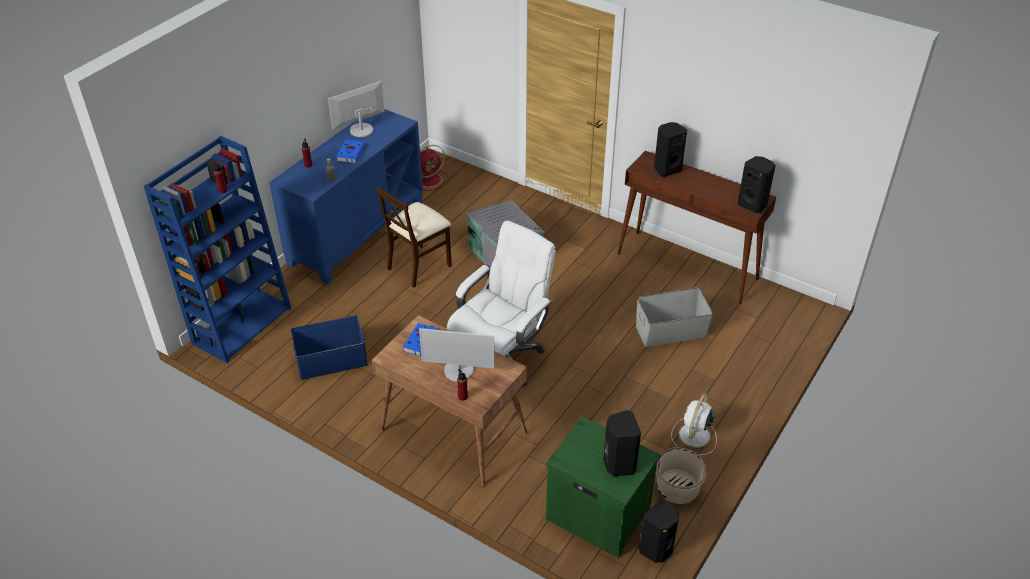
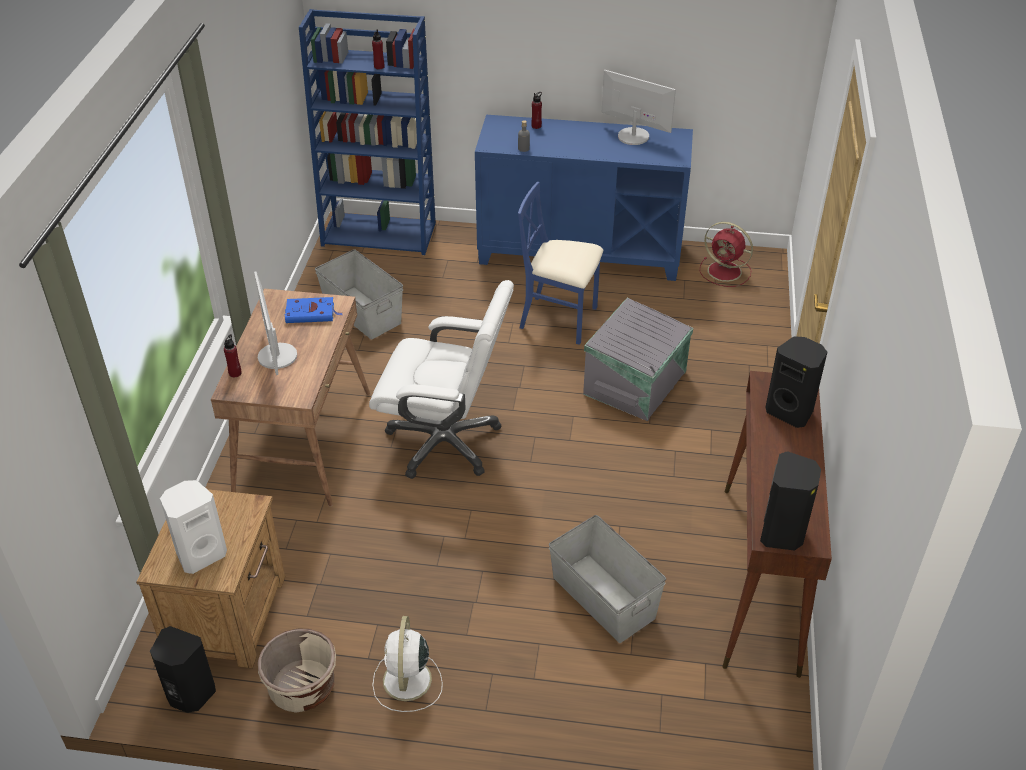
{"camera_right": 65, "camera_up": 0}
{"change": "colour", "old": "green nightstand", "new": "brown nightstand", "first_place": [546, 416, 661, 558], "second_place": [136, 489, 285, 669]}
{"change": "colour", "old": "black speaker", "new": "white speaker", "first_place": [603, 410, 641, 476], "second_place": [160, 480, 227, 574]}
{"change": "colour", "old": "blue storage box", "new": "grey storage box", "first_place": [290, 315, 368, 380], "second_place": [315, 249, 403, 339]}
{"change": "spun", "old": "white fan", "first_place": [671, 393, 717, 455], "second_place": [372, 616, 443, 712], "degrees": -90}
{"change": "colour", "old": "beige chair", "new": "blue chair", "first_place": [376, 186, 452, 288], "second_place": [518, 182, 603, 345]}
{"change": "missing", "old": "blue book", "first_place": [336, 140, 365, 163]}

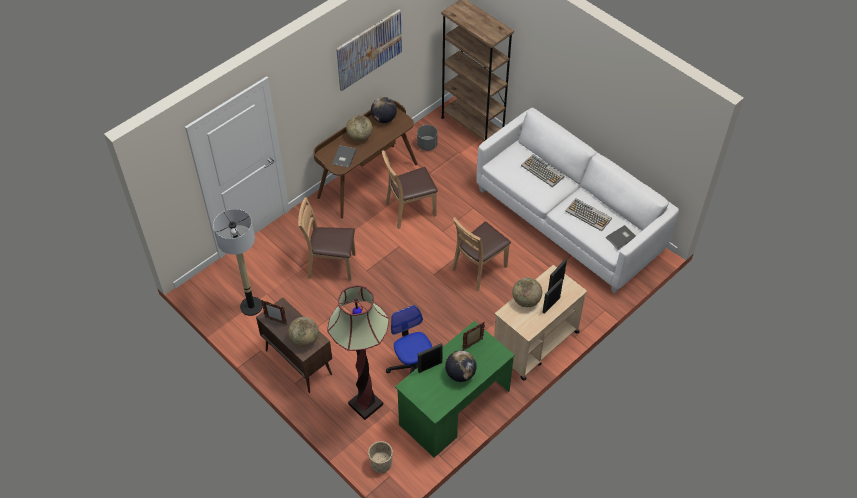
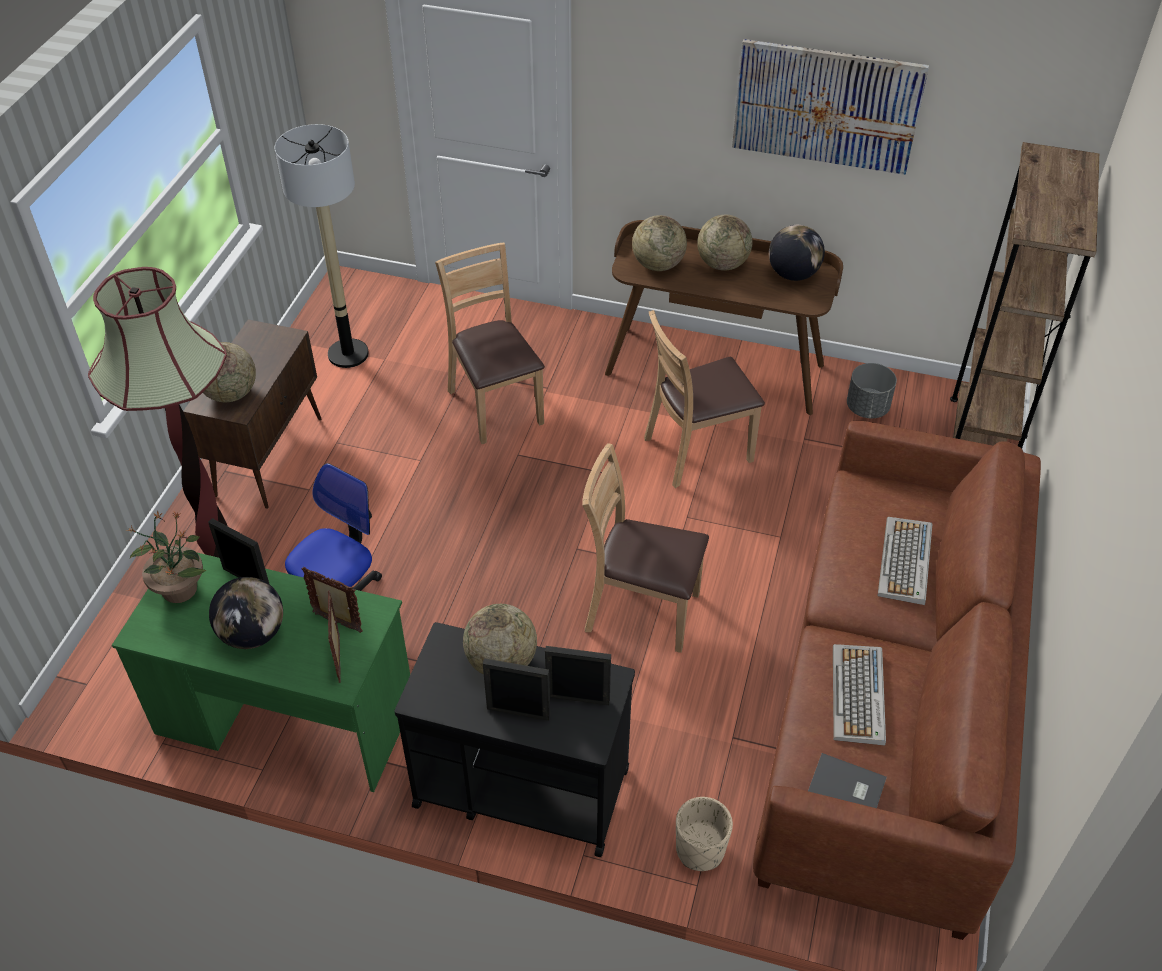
{"camera_right": 60, "camera_up": -5}
{"change": "appeared", "new": "potted plant", "second_place": [126, 511, 207, 603]}
{"change": "relocated", "old": "picture frame", "first_place": [261, 300, 287, 325], "second_place": [328, 590, 341, 683]}
{"change": "colour", "old": "beige cart", "new": "black cart", "first_place": [494, 265, 587, 381], "second_place": [394, 622, 635, 857]}
{"change": "exchanged", "old": "grey book", "new": "globe", "first_place": [332, 145, 356, 167], "second_place": [632, 215, 687, 271]}
{"change": "spun", "old": "brown chair", "first_place": [382, 150, 438, 229], "second_place": [644, 310, 765, 488], "degrees": -60}
{"change": "relocated", "old": "beige planter", "first_place": [368, 441, 393, 473], "second_place": [676, 797, 733, 871]}
{"change": "colour", "old": "white sofa", "new": "brown sofa", "first_place": [476, 108, 679, 294], "second_place": [753, 421, 1041, 940]}

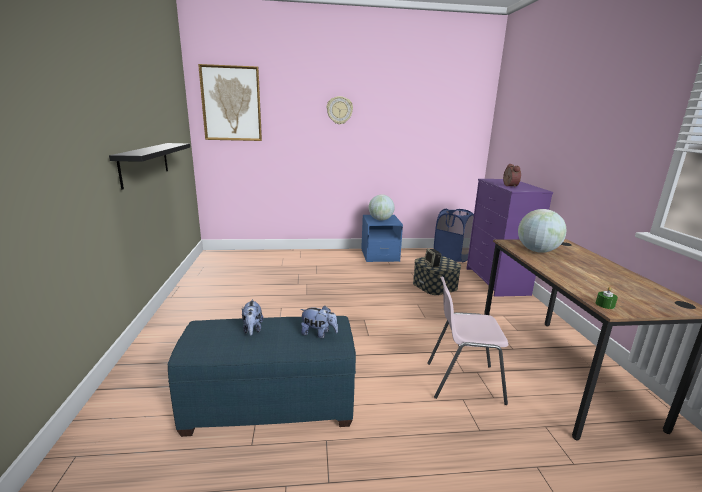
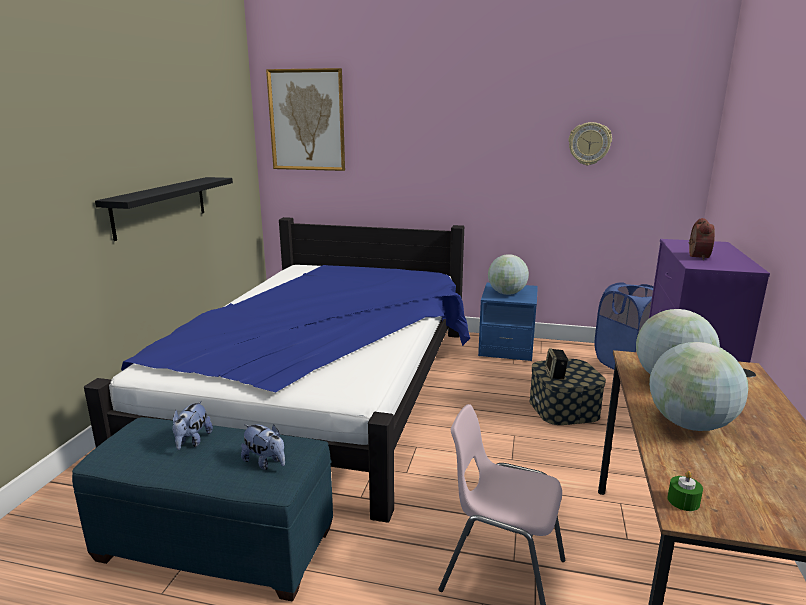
{"camera_right": 20, "camera_up": 0}
{"change": "appeared", "new": "bed", "second_place": [84, 217, 470, 523]}
{"change": "relocated", "old": "wall clock", "first_place": [327, 96, 353, 125], "second_place": [568, 122, 612, 165]}
{"change": "appeared", "new": "globe", "second_place": [649, 342, 748, 431]}

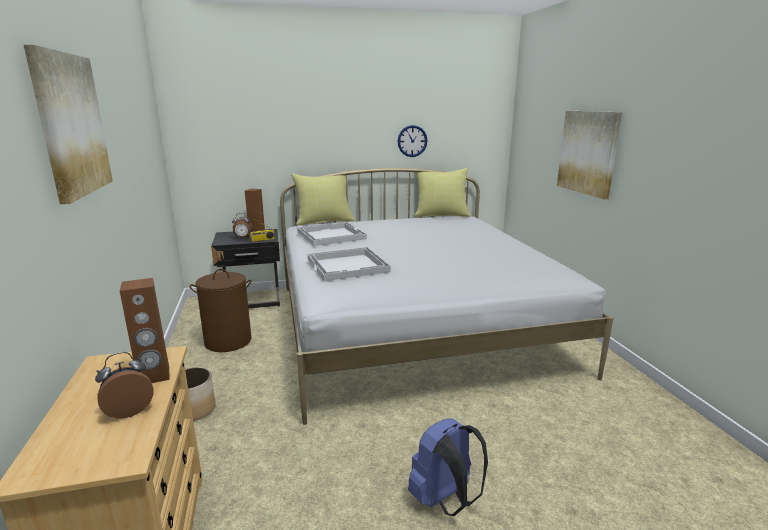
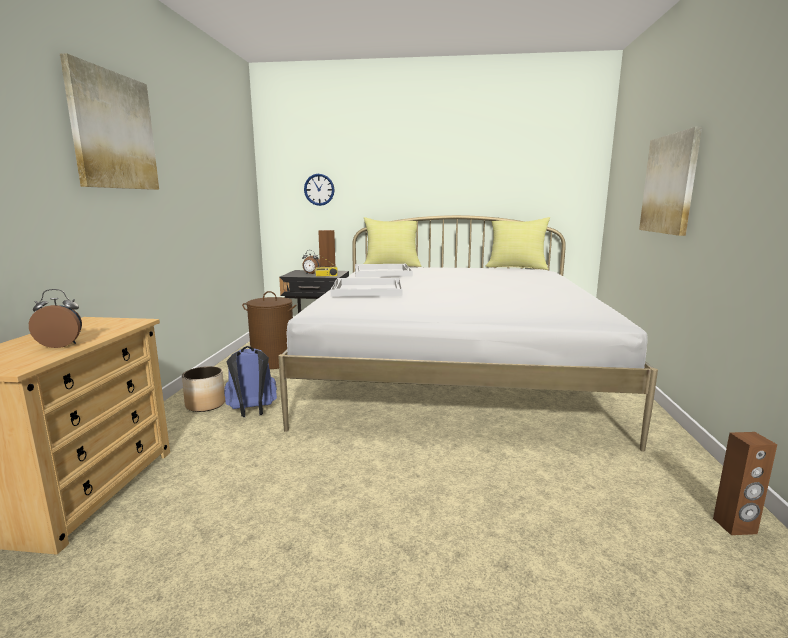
{"camera_right": 20, "camera_up": -5}
{"change": "relocated", "old": "blue backpack", "first_place": [408, 418, 488, 516], "second_place": [224, 346, 277, 417]}
{"change": "relocated", "old": "wall clock", "first_place": [397, 125, 427, 157], "second_place": [304, 174, 335, 206]}
{"change": "relocated", "old": "brown speaker", "first_place": [120, 278, 169, 383], "second_place": [713, 432, 777, 535]}

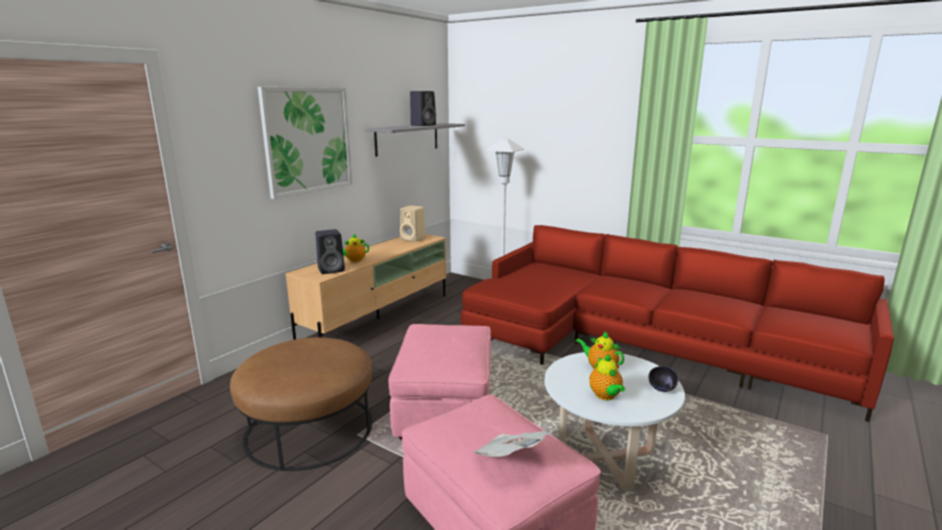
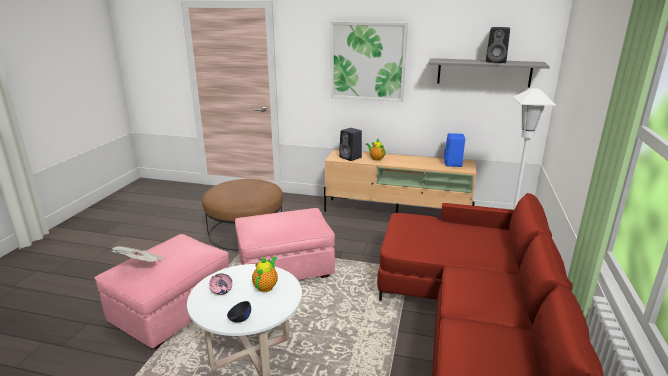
{"camera_right": 70, "camera_up": 5}
{"change": "exchanged", "old": "teapot", "new": "pink bowl", "first_place": [589, 354, 625, 400], "second_place": [209, 274, 233, 295]}
{"change": "colour", "old": "beige speaker", "new": "blue speaker", "first_place": [400, 205, 426, 242], "second_place": [444, 133, 465, 167]}

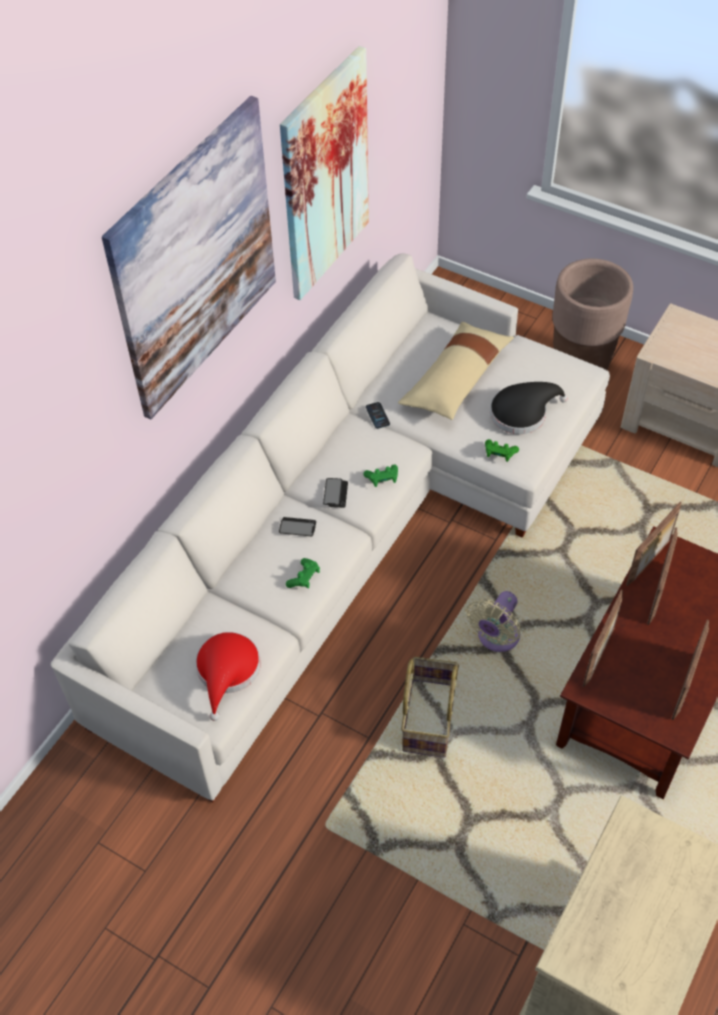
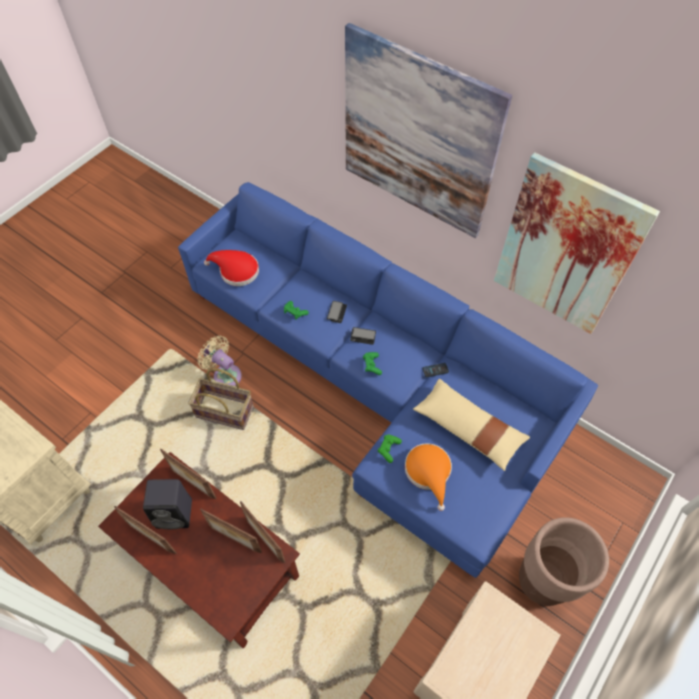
{"camera_right": 95, "camera_up": 5}
{"change": "appeared", "new": "black speaker", "second_place": [143, 479, 192, 529]}
{"change": "colour", "old": "white sofa", "new": "blue sofa", "first_place": [51, 253, 610, 803], "second_place": [178, 182, 598, 578]}
{"change": "relocated", "old": "beige fan", "first_place": [466, 591, 521, 652], "second_place": [197, 336, 242, 386]}
{"change": "colour", "old": "black hat", "new": "orange hat", "first_place": [490, 382, 568, 434], "second_place": [405, 443, 452, 511]}

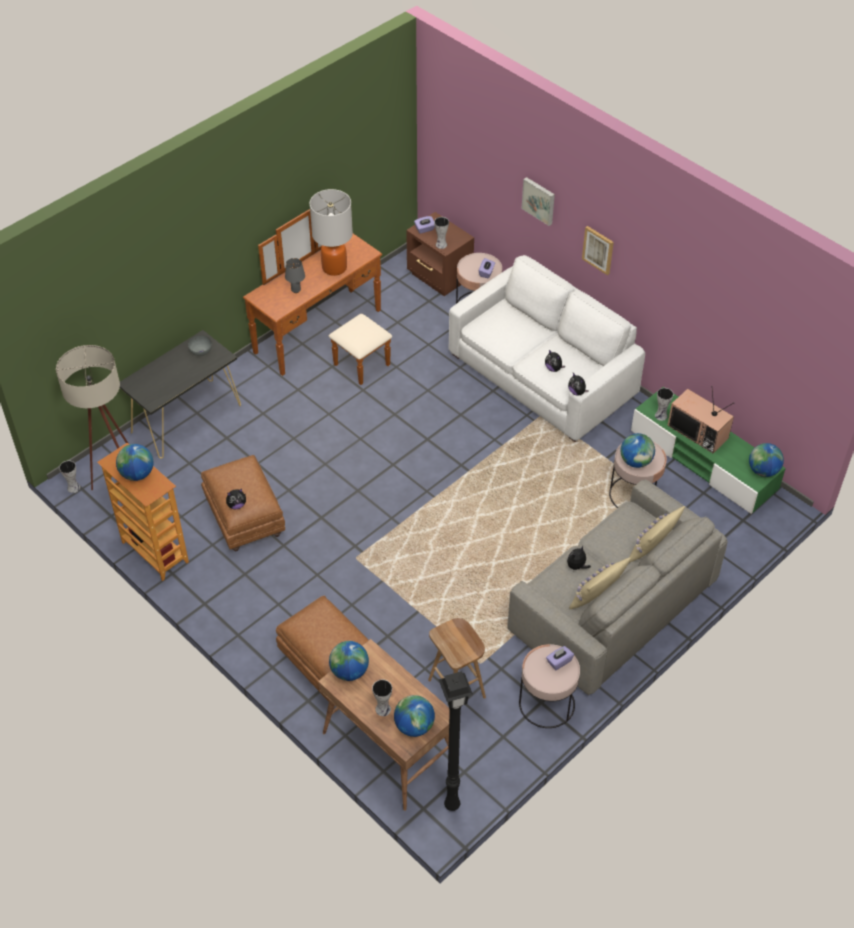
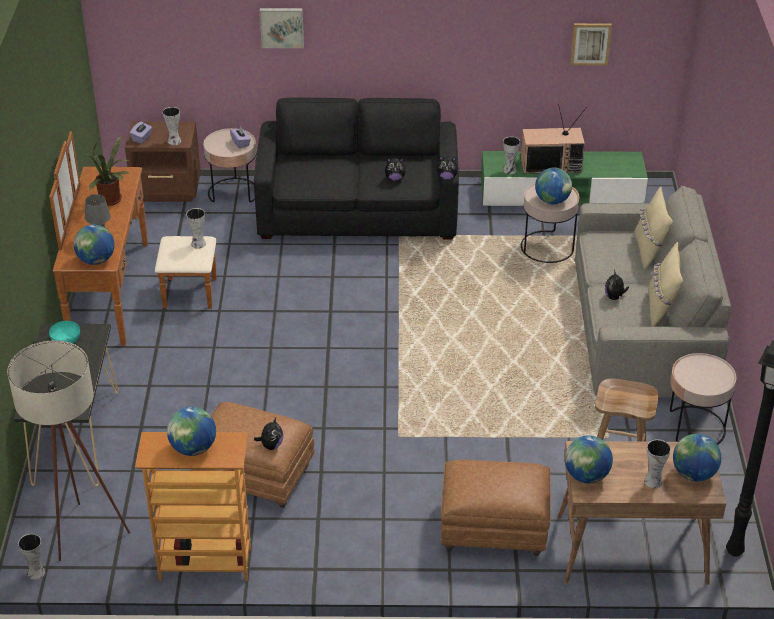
{"camera_right": -45, "camera_up": -10}
{"change": "colour", "old": "grey bowl", "new": "turquoise bowl", "first_place": [188, 336, 212, 356], "second_place": [49, 321, 80, 344]}
{"change": "relocated", "old": "globe", "first_place": [749, 443, 784, 477], "second_place": [74, 224, 114, 265]}
{"change": "exchanged", "old": "table lamp", "new": "potted plant", "first_place": [310, 189, 353, 276], "second_place": [86, 136, 130, 206]}
{"change": "appeared", "new": "vase", "second_place": [186, 208, 206, 249]}
{"change": "colour", "old": "white sofa", "new": "black sofa", "first_place": [449, 255, 645, 442], "second_place": [254, 97, 459, 239]}
{"change": "relocated", "old": "picture", "first_place": [582, 226, 614, 275], "second_place": [570, 23, 612, 66]}
{"change": "missing", "old": "purple tissue box", "first_place": [546, 646, 574, 670]}

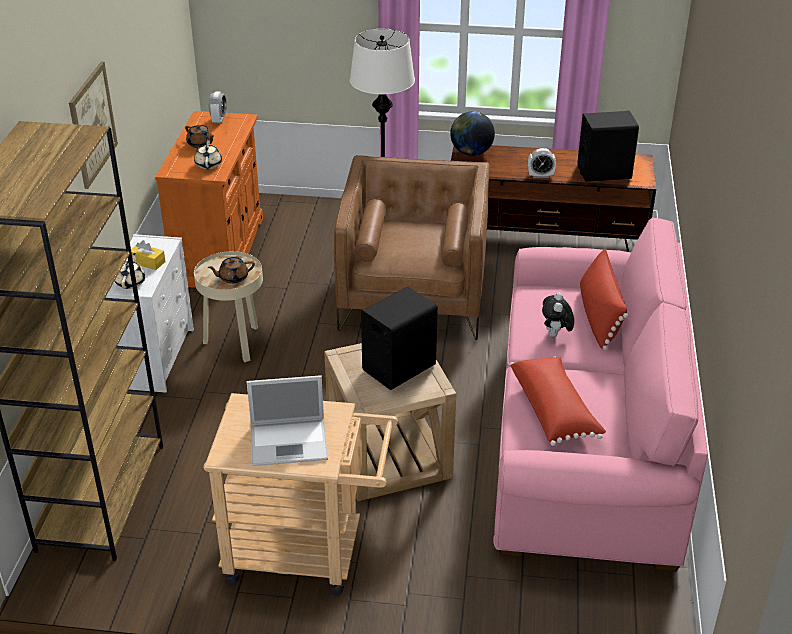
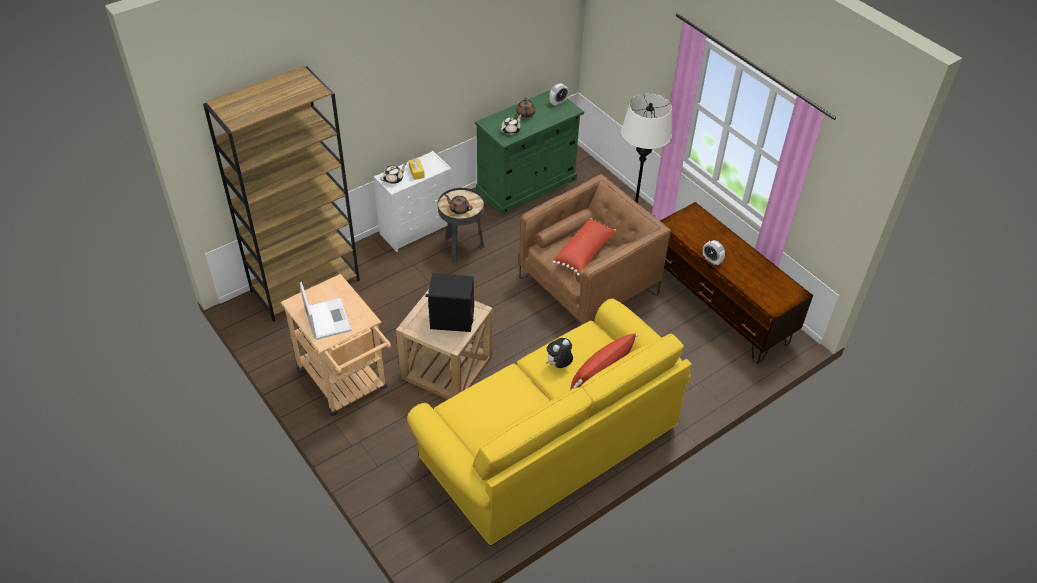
{"camera_right": 45, "camera_up": 10}
{"change": "spun", "old": "laptop", "first_place": [247, 375, 328, 466], "second_place": [300, 282, 352, 340], "degrees": -150}
{"change": "colour", "old": "pink sofa", "new": "yellow sofa", "first_place": [493, 217, 708, 572], "second_place": [407, 298, 691, 546]}
{"change": "colour", "old": "beige side table", "new": "black side table", "first_place": [194, 251, 263, 362], "second_place": [438, 188, 484, 264]}
{"change": "colour", "old": "orange cabinet", "new": "green cabinet", "first_place": [155, 111, 263, 288], "second_place": [475, 90, 584, 216]}
{"change": "relocated", "old": "red pillow", "first_place": [510, 356, 606, 446], "second_place": [553, 218, 617, 276]}
{"change": "missing", "old": "picture", "first_place": [69, 61, 118, 189]}
{"change": "missing", "old": "globe", "first_place": [450, 111, 495, 156]}
{"change": "missing", "old": "black speaker", "first_place": [577, 111, 639, 182]}

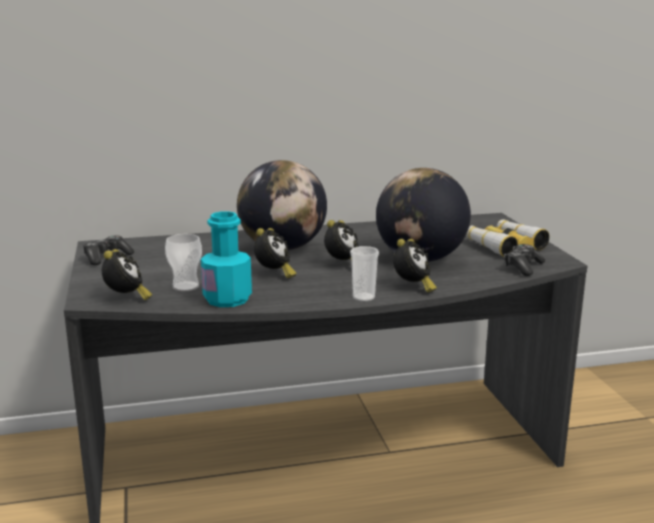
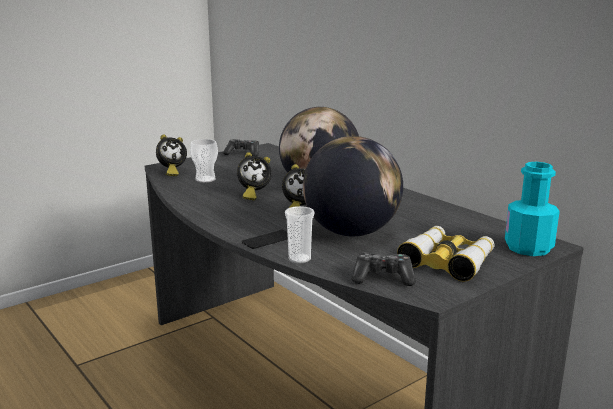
{"camera_right": 65, "camera_up": 0}
{"change": "exchanged", "old": "alarm clock", "new": "phone", "first_place": [393, 239, 437, 292], "second_place": [242, 230, 288, 249]}
{"change": "relocated", "old": "cup", "first_place": [350, 246, 379, 302], "second_place": [285, 206, 314, 263]}
{"change": "relocated", "old": "turquoise bottle", "first_place": [201, 211, 252, 307], "second_place": [505, 162, 560, 256]}

